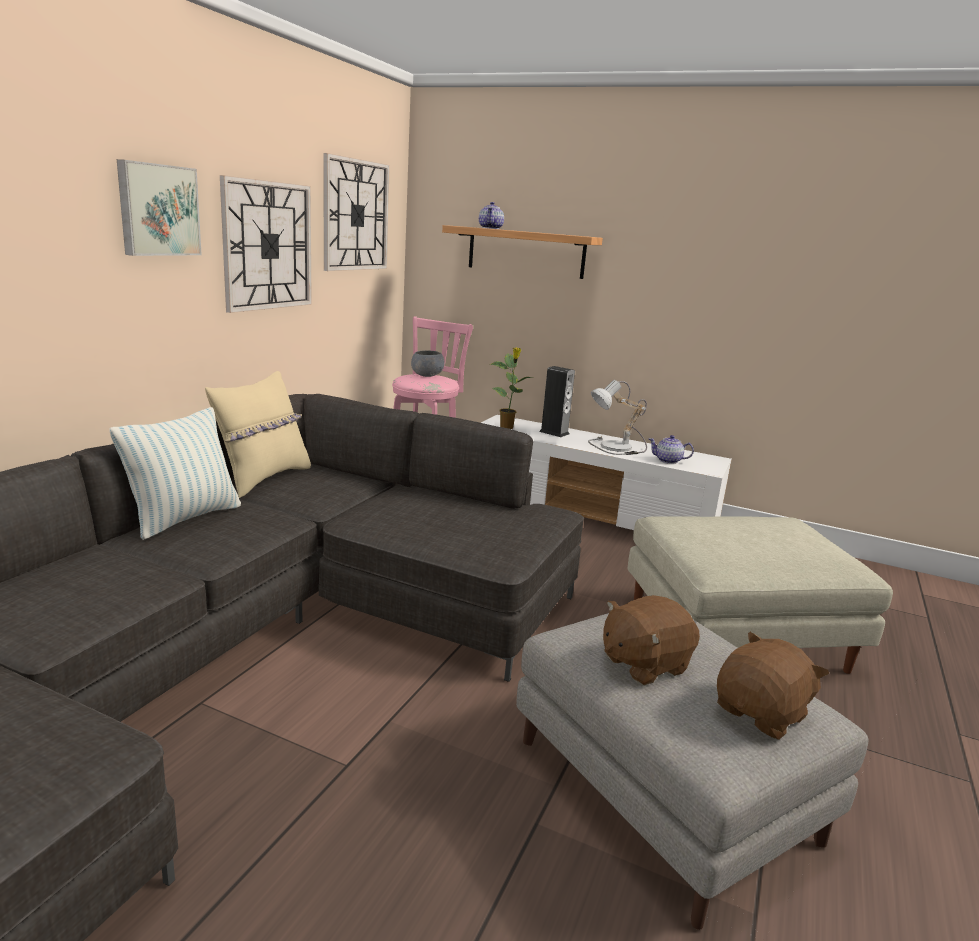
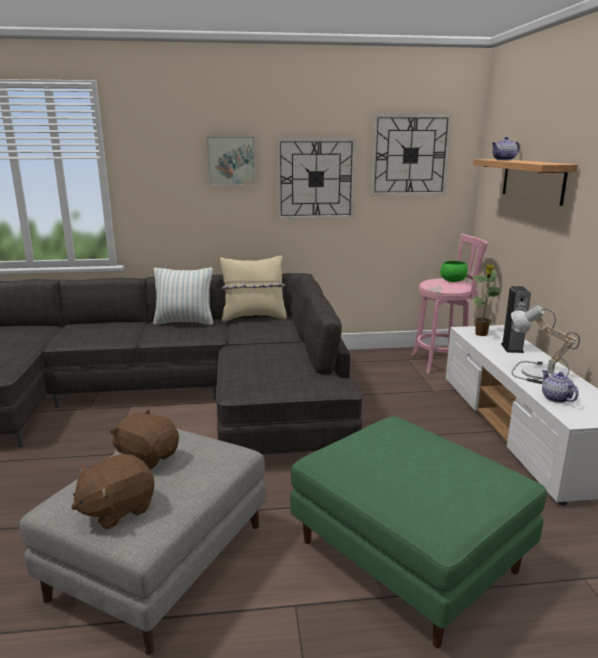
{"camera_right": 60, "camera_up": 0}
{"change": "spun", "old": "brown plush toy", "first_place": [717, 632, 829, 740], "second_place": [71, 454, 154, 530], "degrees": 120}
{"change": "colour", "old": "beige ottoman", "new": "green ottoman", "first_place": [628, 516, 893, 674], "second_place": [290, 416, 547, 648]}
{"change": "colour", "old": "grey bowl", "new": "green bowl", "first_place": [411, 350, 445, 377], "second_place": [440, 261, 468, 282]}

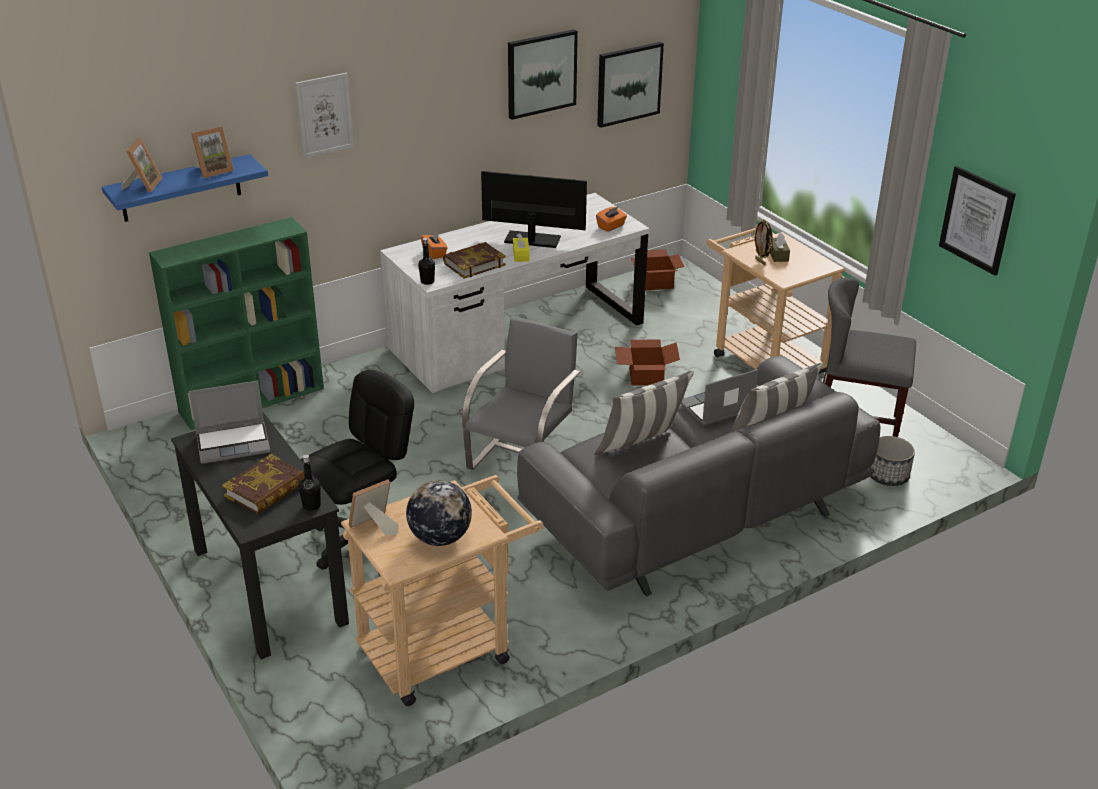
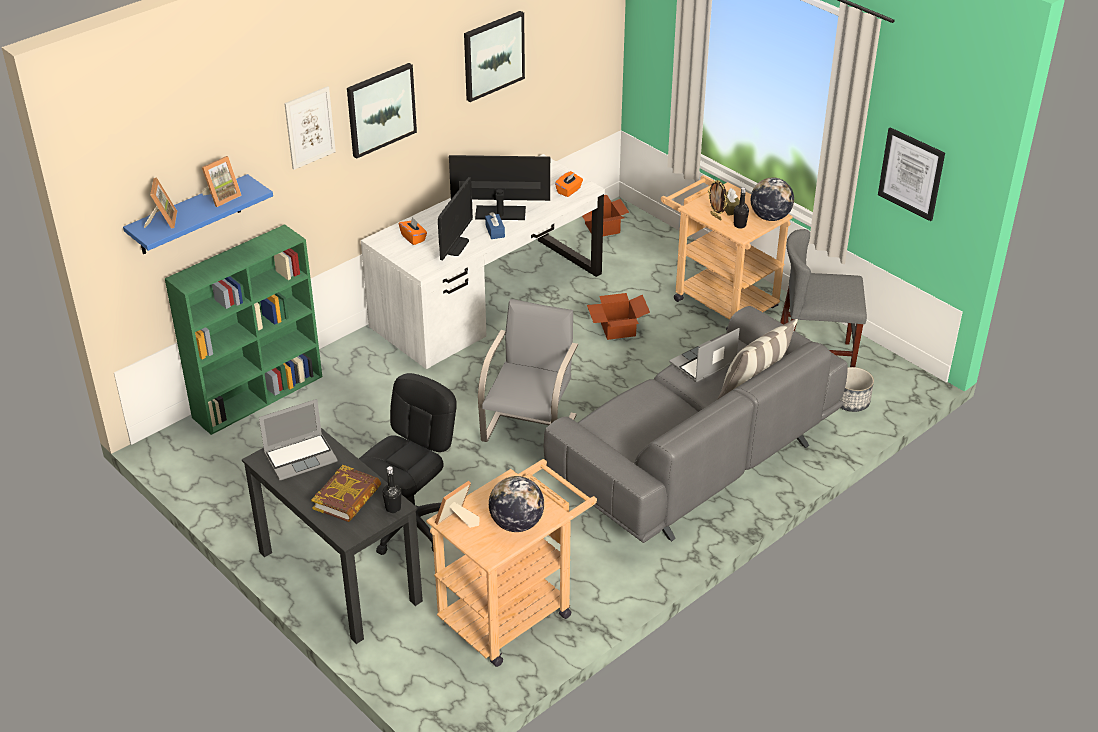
{"camera_right": -10, "camera_up": 5}
{"change": "relocated", "old": "picture", "first_place": [597, 42, 664, 128], "second_place": [347, 63, 417, 159]}
{"change": "exchanged", "old": "book", "new": "monitor", "first_place": [443, 242, 506, 279], "second_place": [438, 177, 473, 260]}
{"change": "colour", "old": "yellow tissue box", "new": "blue tissue box", "first_place": [513, 233, 530, 262], "second_place": [485, 212, 505, 239]}
{"change": "relocated", "old": "black bottle", "first_place": [418, 238, 435, 285], "second_place": [733, 187, 749, 229]}
{"change": "appeared", "new": "globe", "second_place": [751, 177, 794, 221]}
{"change": "missing", "old": "pillow", "first_place": [595, 370, 694, 455]}

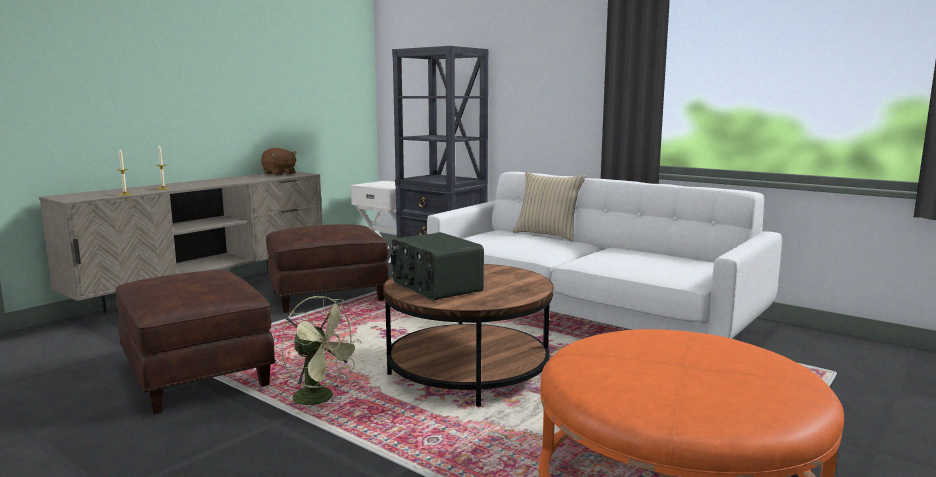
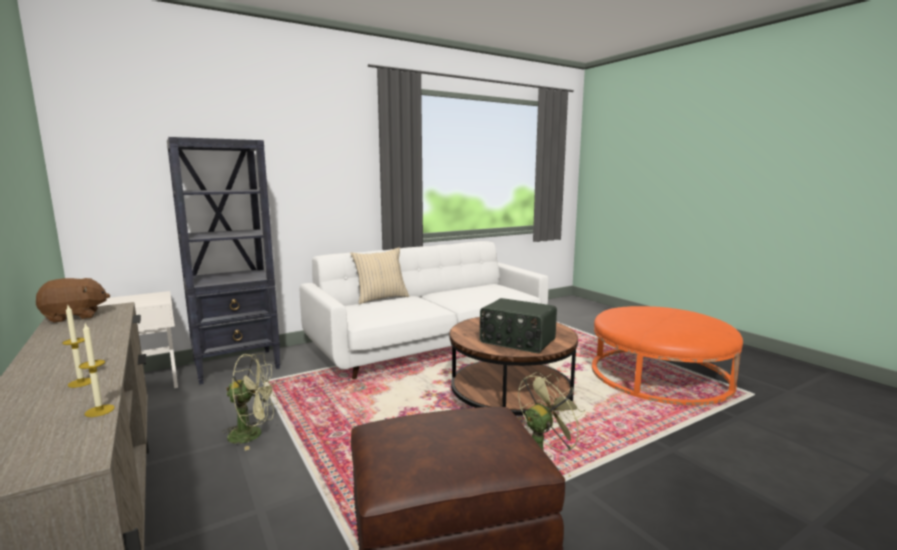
{"camera_right": -70, "camera_up": 0}
{"change": "exchanged", "old": "brown ottoman", "new": "green fan", "first_place": [266, 224, 388, 313], "second_place": [222, 353, 278, 451]}
{"change": "spun", "old": "radio", "first_place": [391, 232, 484, 301], "second_place": [480, 298, 557, 353], "degrees": 45}

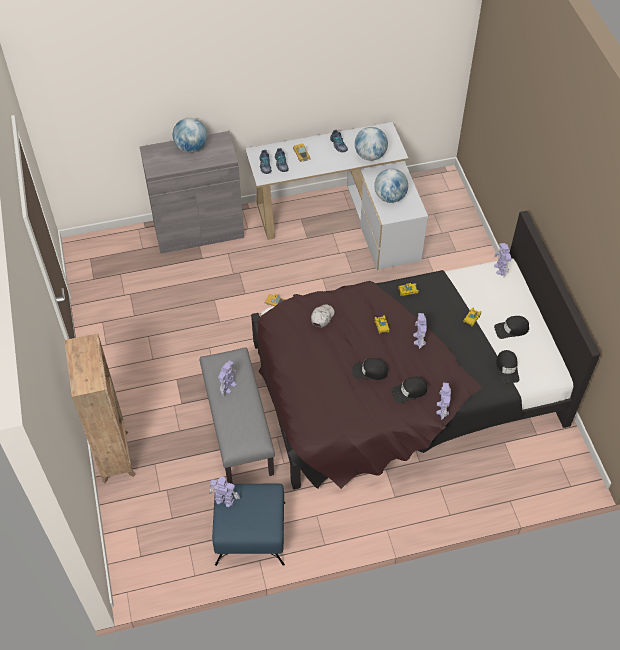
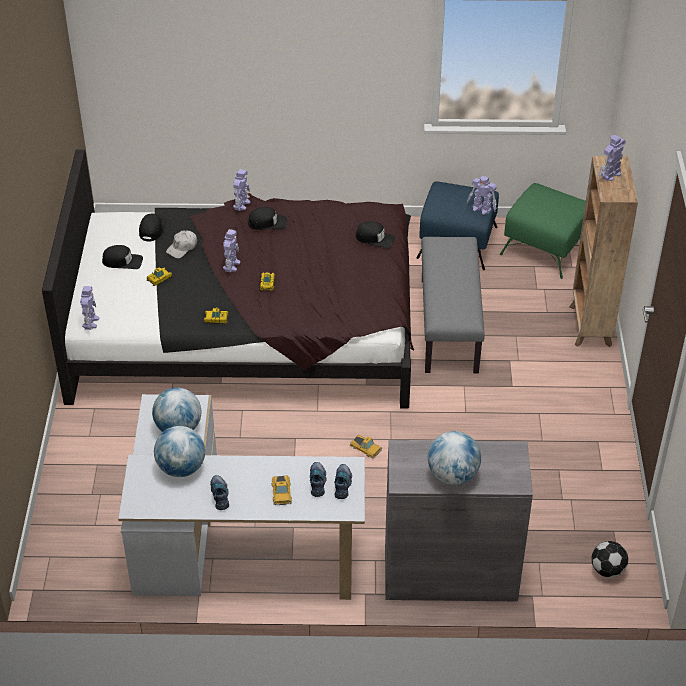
{"camera_right": -165, "camera_up": -10}
{"change": "relocated", "old": "white cap", "first_place": [311, 304, 335, 328], "second_place": [166, 230, 197, 258]}
{"change": "relocated", "old": "black cap", "first_place": [352, 358, 388, 380], "second_place": [355, 221, 395, 248]}
{"change": "appeared", "new": "green ottoman", "second_place": [500, 183, 586, 279]}
{"change": "appeared", "new": "football", "second_place": [592, 541, 628, 578]}
{"change": "relocated", "old": "toy robot", "first_place": [218, 360, 238, 396], "second_place": [599, 135, 626, 181]}

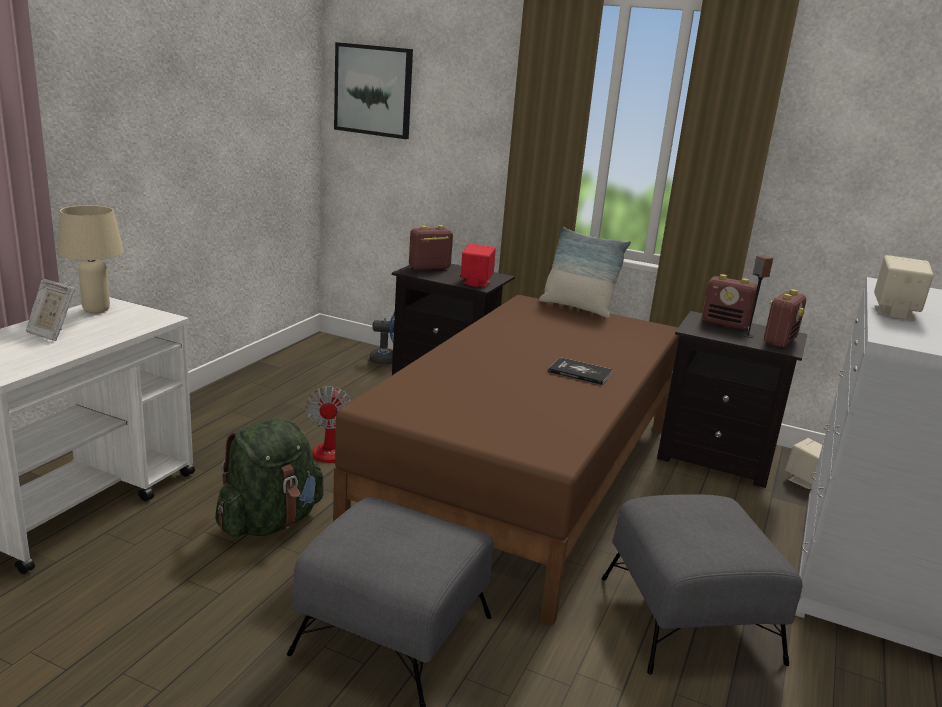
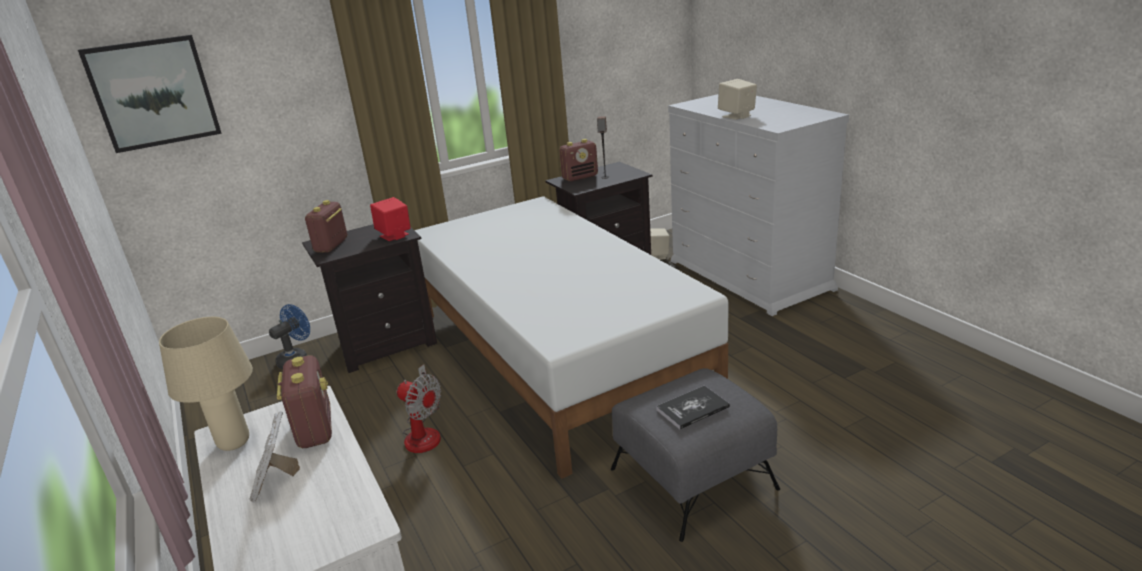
{"camera_right": -50, "camera_up": 5}
{"change": "spun", "old": "picture frame", "first_place": [26, 279, 75, 341], "second_place": [249, 411, 300, 503], "degrees": 105}
{"change": "relocated", "old": "radio", "first_place": [764, 289, 806, 347], "second_place": [277, 355, 332, 448]}
{"change": "colour", "old": "brown bed", "new": "white bed", "first_place": [333, 295, 680, 625], "second_place": [414, 196, 729, 479]}
{"change": "relocated", "old": "book", "first_place": [548, 357, 613, 385], "second_place": [656, 385, 730, 430]}
{"change": "missing", "old": "green backpack", "first_place": [215, 418, 324, 537]}
{"change": "missing", "old": "pillow", "first_place": [539, 226, 631, 318]}
{"change": "missing", "old": "grey ottoman", "first_place": [601, 494, 802, 675]}

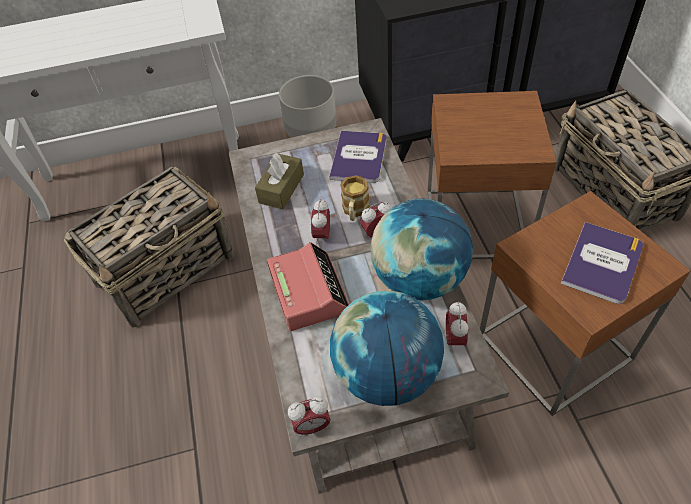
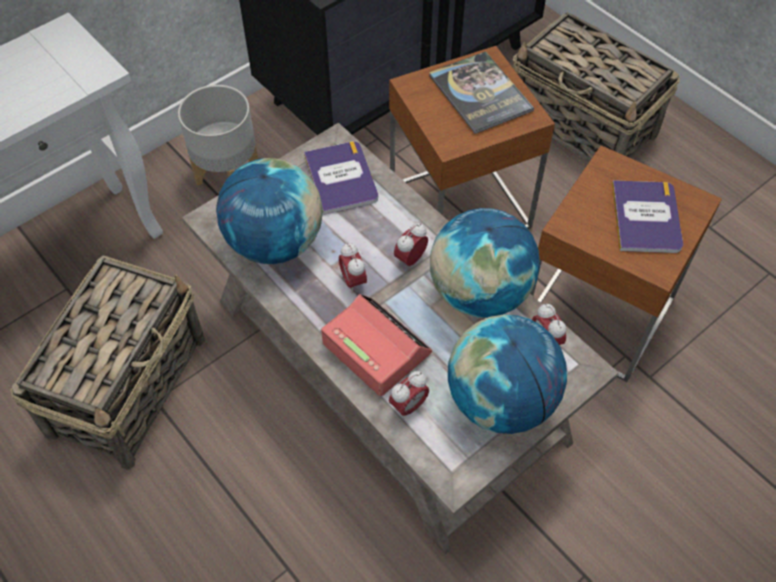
{"camera_right": -30, "camera_up": 5}
{"change": "exchanged", "old": "brown tissue box", "new": "globe", "first_place": [255, 153, 304, 209], "second_place": [216, 158, 323, 264]}
{"change": "relocated", "old": "alarm clock", "first_place": [288, 396, 331, 436], "second_place": [389, 371, 429, 419]}
{"change": "appeared", "new": "book", "second_place": [429, 51, 534, 134]}
{"change": "missing", "old": "mug", "first_place": [340, 175, 370, 221]}

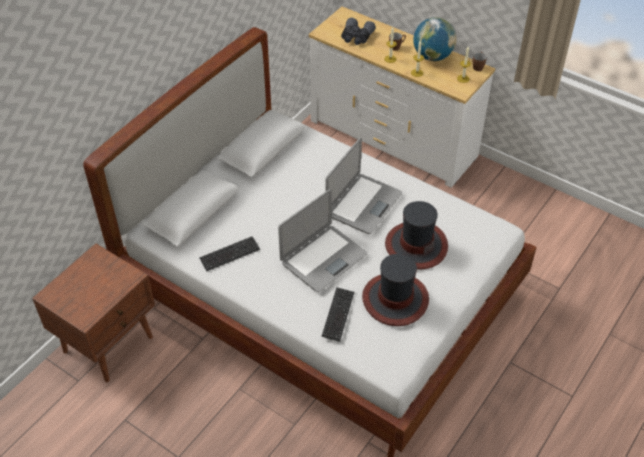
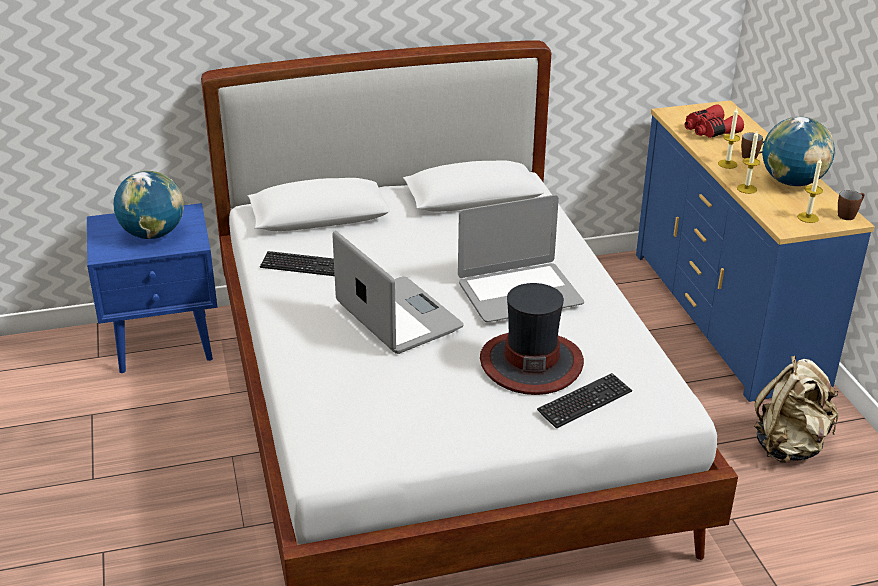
{"camera_right": 40, "camera_up": -15}
{"change": "colour", "old": "brown nightstand", "new": "blue nightstand", "first_place": [32, 243, 155, 382], "second_place": [87, 203, 217, 373]}
{"change": "appeared", "new": "globe", "second_place": [113, 171, 184, 239]}
{"change": "spun", "old": "laptop", "first_place": [278, 189, 367, 292], "second_place": [332, 231, 464, 354], "degrees": -120}
{"change": "relocated", "old": "keyboard", "first_place": [322, 287, 354, 342], "second_place": [537, 373, 632, 429]}
{"change": "colour", "old": "white dresser", "new": "blue dresser", "first_place": [309, 6, 495, 188], "second_place": [636, 100, 875, 402]}
{"change": "colour", "old": "grey binoculars", "new": "red binoculars", "first_place": [341, 18, 376, 45], "second_place": [685, 104, 744, 138]}
{"change": "appeared", "new": "beige backpack", "second_place": [754, 356, 838, 463]}
{"change": "missing", "old": "hat", "first_place": [362, 254, 429, 326]}

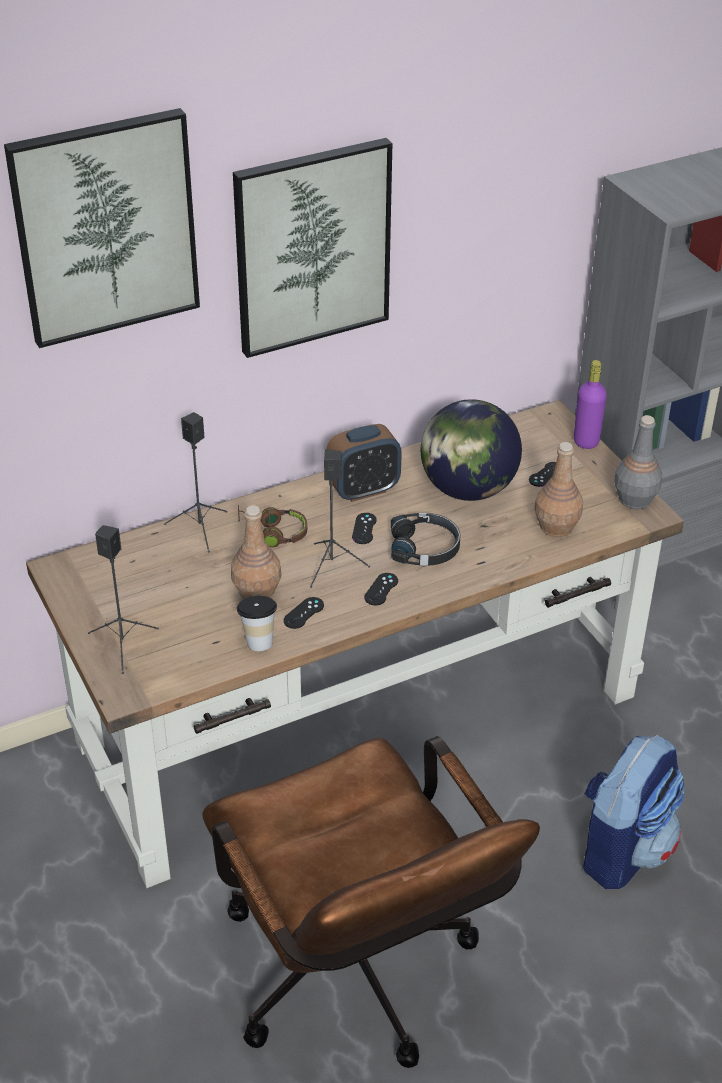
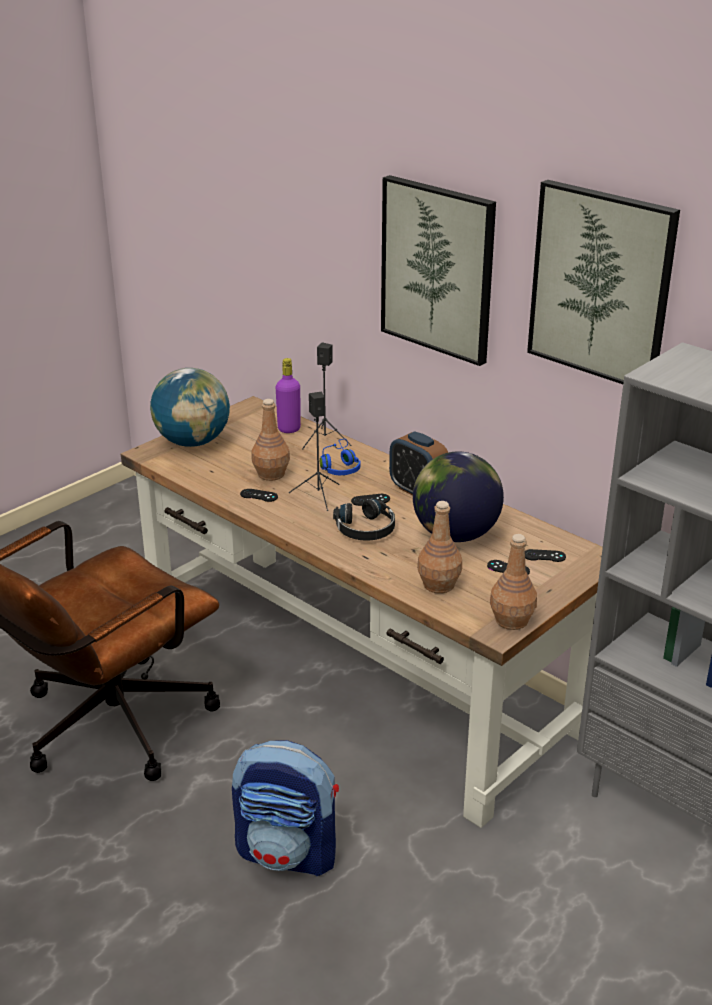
{"camera_right": 70, "camera_up": -10}
{"change": "exchanged", "old": "black speaker", "new": "globe", "first_place": [88, 525, 159, 674], "second_place": [150, 368, 230, 447]}
{"change": "relocated", "old": "purple bottle", "first_place": [574, 360, 607, 449], "second_place": [276, 358, 301, 433]}
{"change": "colour", "old": "brown headphones", "new": "blue headphones", "first_place": [238, 505, 307, 548], "second_place": [320, 439, 360, 475]}
{"change": "colour", "old": "grey bottle", "new": "brown bottle", "first_place": [614, 415, 662, 509], "second_place": [490, 534, 537, 630]}
{"change": "relocated", "old": "black game controller", "first_place": [364, 573, 398, 605], "second_place": [525, 549, 566, 562]}
{"change": "relocated", "old": "picture", "first_place": [4, 108, 200, 348], "second_place": [527, 180, 680, 384]}
{"change": "missing", "old": "cup", "first_place": [237, 596, 277, 651]}

